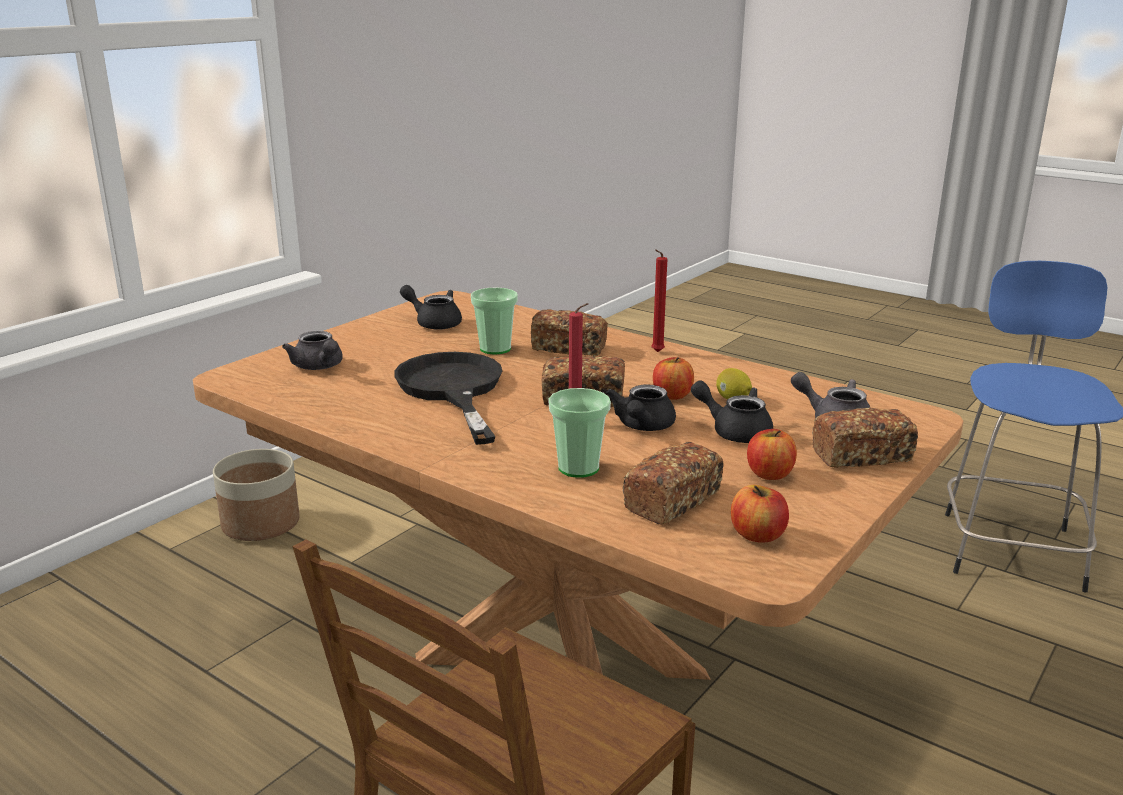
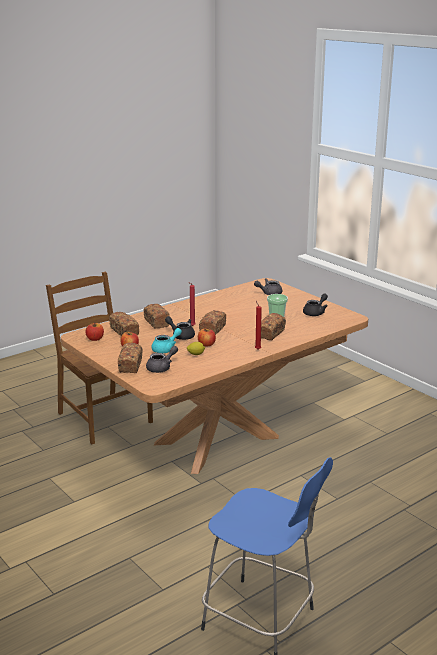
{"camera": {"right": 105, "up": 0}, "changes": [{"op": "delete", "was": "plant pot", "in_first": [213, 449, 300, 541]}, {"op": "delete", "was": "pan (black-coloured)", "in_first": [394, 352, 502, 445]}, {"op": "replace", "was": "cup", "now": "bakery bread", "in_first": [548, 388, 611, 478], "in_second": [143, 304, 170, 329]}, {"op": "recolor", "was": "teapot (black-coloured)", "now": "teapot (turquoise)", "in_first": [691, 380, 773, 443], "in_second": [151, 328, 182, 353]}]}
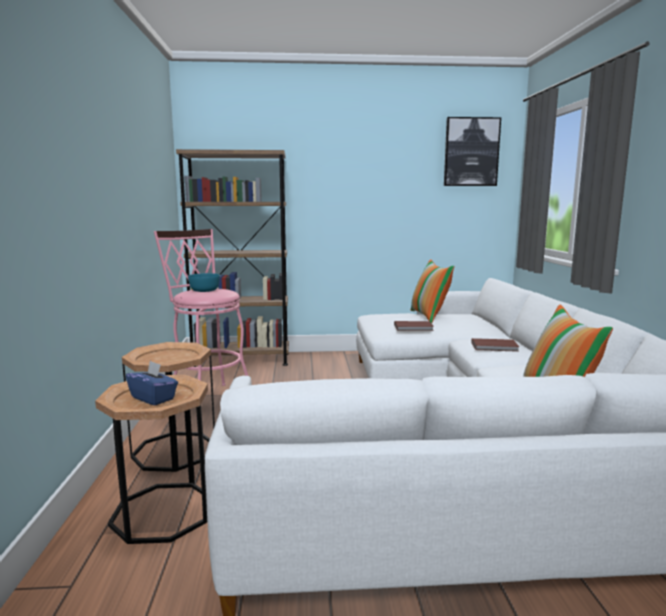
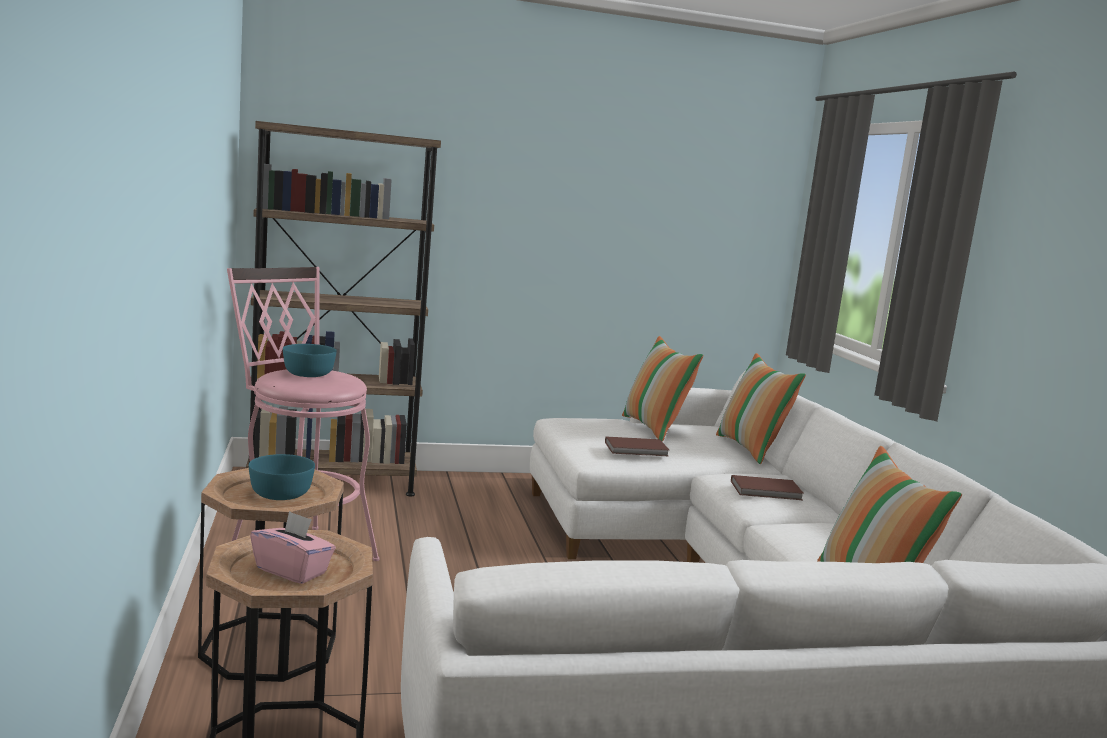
{"camera": {"right": -10, "up": 0}, "changes": [{"op": "recolor", "was": "tissue holder (blue)", "now": "tissue holder (pink-coloured)", "in_first": [126, 361, 178, 405], "in_second": [250, 511, 336, 584]}, {"op": "delete", "was": "picture", "in_first": [444, 117, 501, 186]}, {"op": "insert", "now": "bowl (turquoise)", "in_second": [249, 454, 315, 500]}, {"op": "insert", "now": "throw pillow", "in_second": [716, 353, 806, 464]}]}
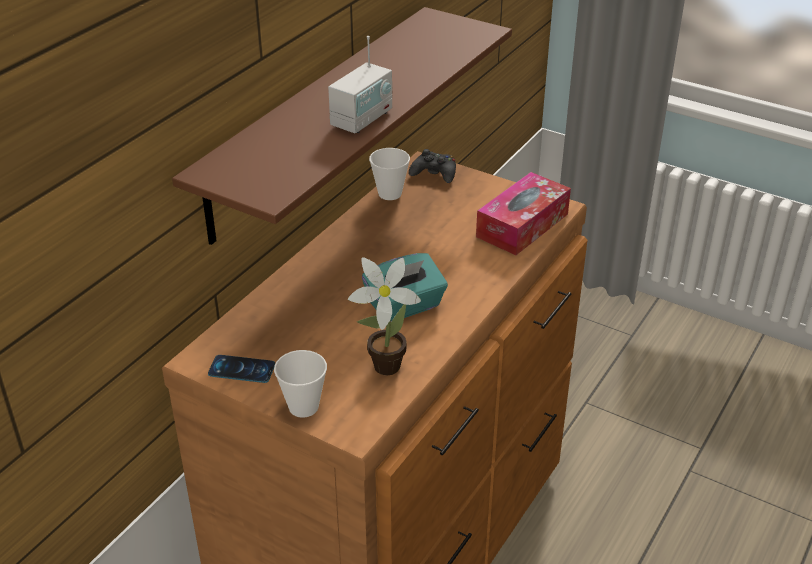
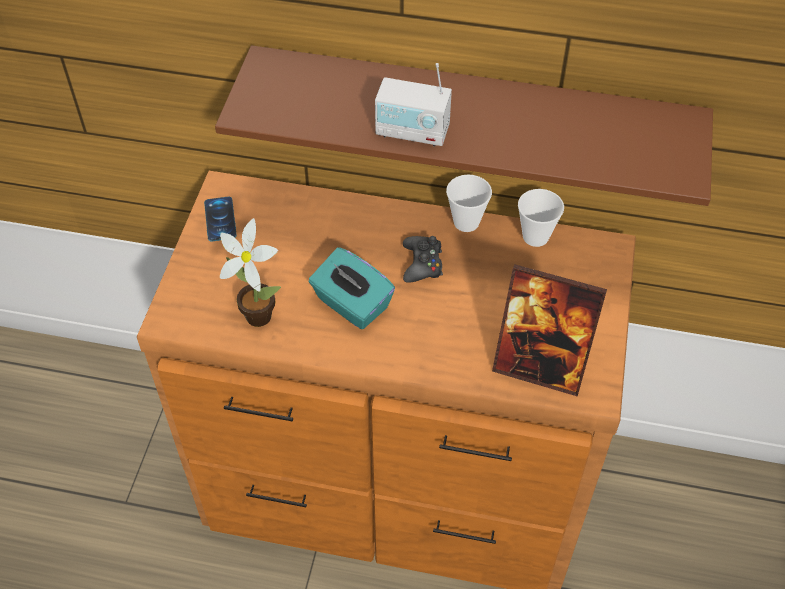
{"camera": {"right": 70, "up": 15}, "changes": [{"op": "move", "was": "cup", "in_first": [274, 350, 327, 418], "in_second": [446, 175, 492, 232]}, {"op": "move", "was": "game controller (black-coloured)", "in_first": [409, 149, 456, 183], "in_second": [403, 236, 443, 283]}, {"op": "replace", "was": "tissue holder", "now": "standing frame", "in_first": [476, 172, 571, 255], "in_second": [492, 264, 607, 396]}]}
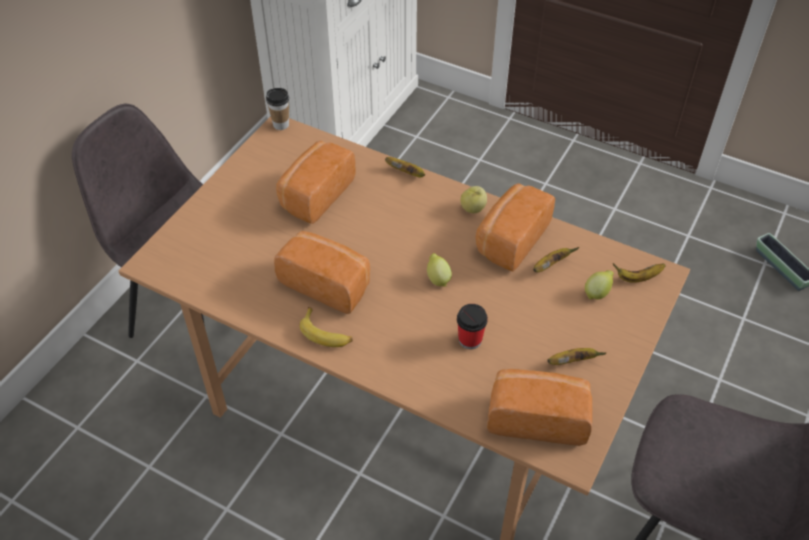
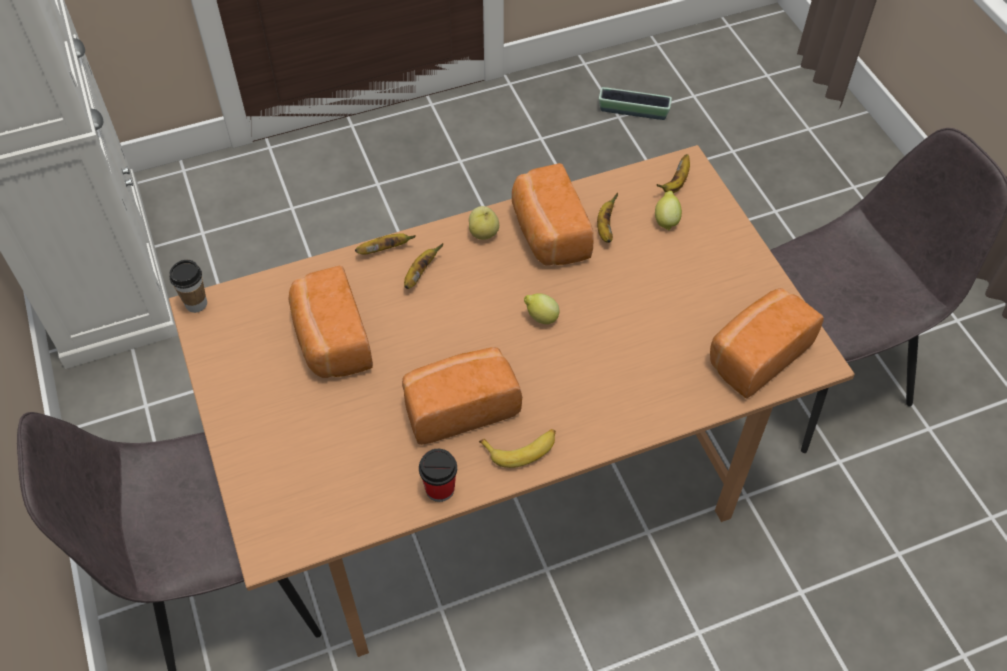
{"camera": {"right": -50, "up": 5}, "changes": [{"op": "move", "was": "cup", "in_first": [457, 304, 488, 350], "in_second": [419, 449, 457, 502]}, {"op": "move", "was": "whole banana", "in_first": [547, 348, 606, 365], "in_second": [404, 243, 444, 289]}]}
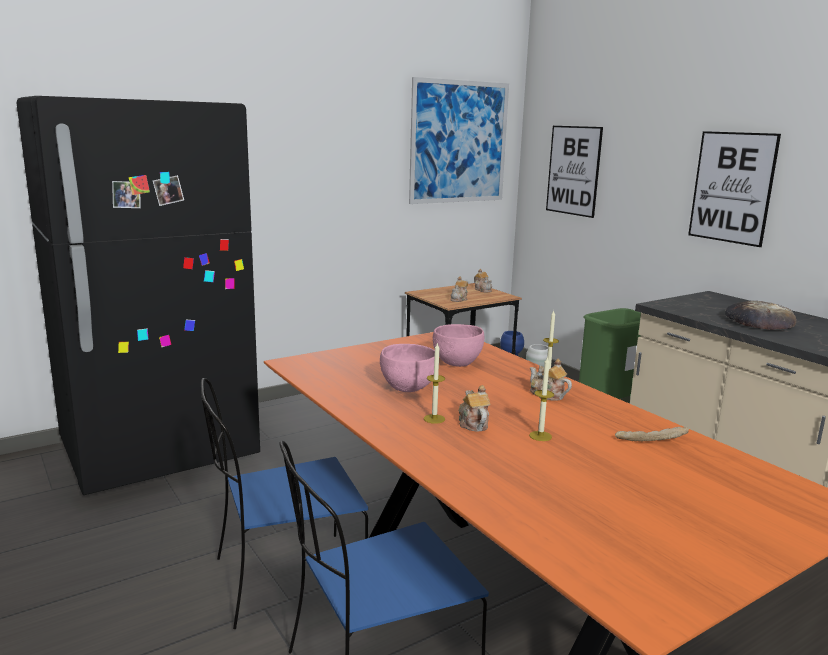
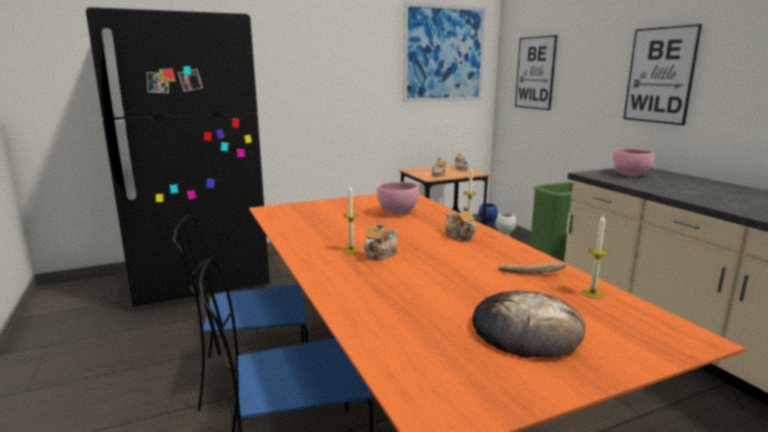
{"camera": {"right": 10, "up": 0}, "changes": [{"op": "move", "was": "bowl (pink-coloured)", "in_first": [380, 344, 435, 392], "in_second": [613, 148, 654, 176]}, {"op": "rotate", "was": "teapot", "in_first": [458, 385, 491, 431], "in_second": [364, 222, 398, 261], "clockwise": 45}, {"op": "move", "was": "candle", "in_first": [529, 356, 554, 441], "in_second": [581, 214, 609, 299]}, {"op": "move", "was": "bakery bread", "in_first": [725, 301, 797, 330], "in_second": [472, 290, 585, 358]}]}
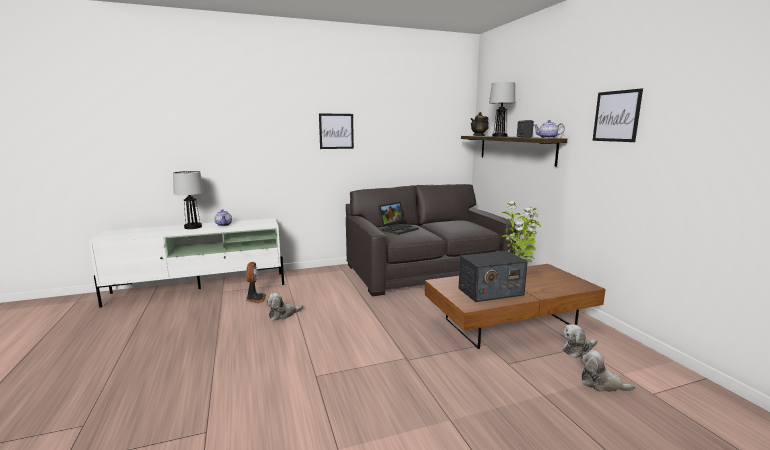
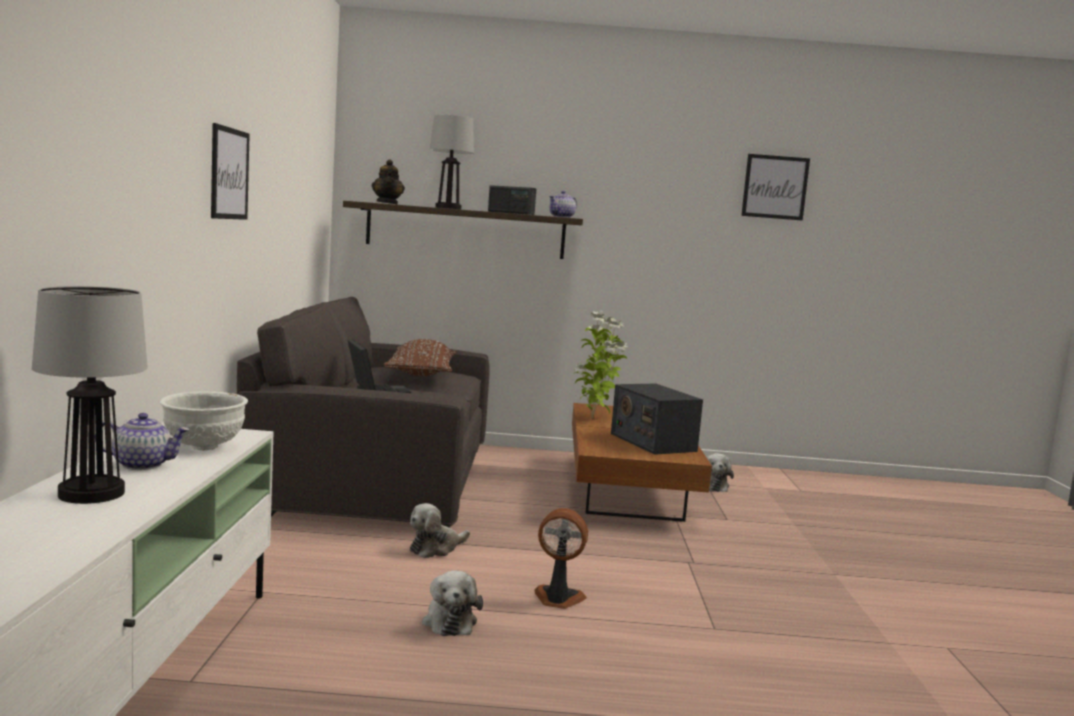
{"camera": {"right": -70, "up": -5}, "changes": [{"op": "move", "was": "fan", "in_first": [246, 262, 266, 303], "in_second": [534, 508, 588, 609]}, {"op": "rotate", "was": "radio", "in_first": [459, 251, 528, 302], "in_second": [611, 384, 703, 455], "clockwise": 150}, {"op": "move", "was": "cuddly toy", "in_first": [580, 350, 637, 392], "in_second": [410, 503, 470, 558]}, {"op": "move", "was": "picture", "in_first": [593, 88, 643, 142], "in_second": [741, 154, 810, 220]}, {"op": "insert", "now": "bowl (white-coloured)", "in_second": [160, 391, 248, 450]}, {"op": "insert", "now": "throw pillow (brown)", "in_second": [383, 339, 457, 376]}]}
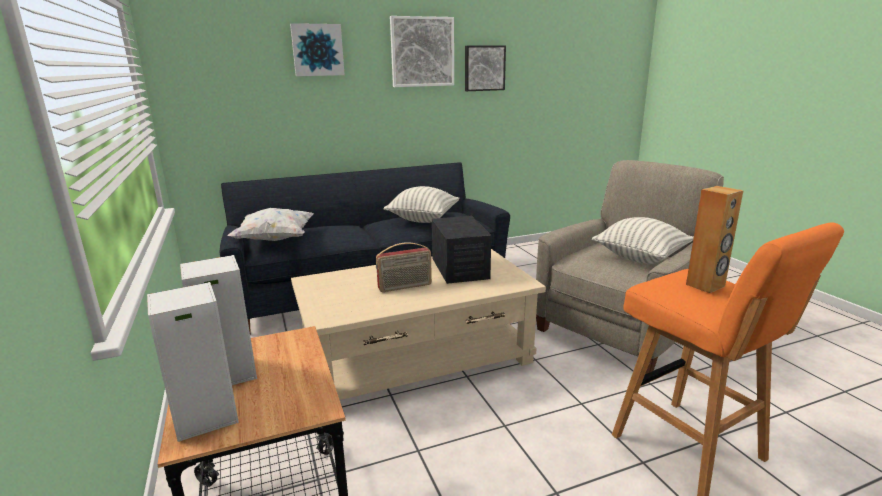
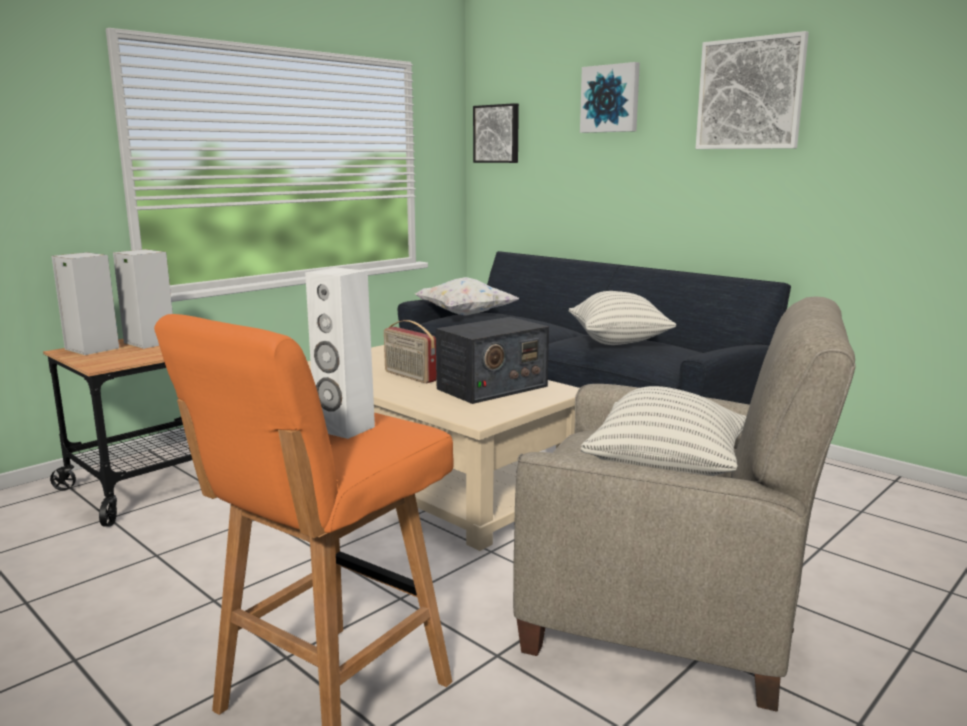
{"camera": {"right": 65, "up": -5}, "changes": [{"op": "move", "was": "picture", "in_first": [465, 46, 506, 91], "in_second": [473, 103, 519, 163]}, {"op": "recolor", "was": "speaker (brown)", "now": "speaker (white-coloured)", "in_first": [686, 186, 744, 293], "in_second": [305, 267, 375, 439]}]}
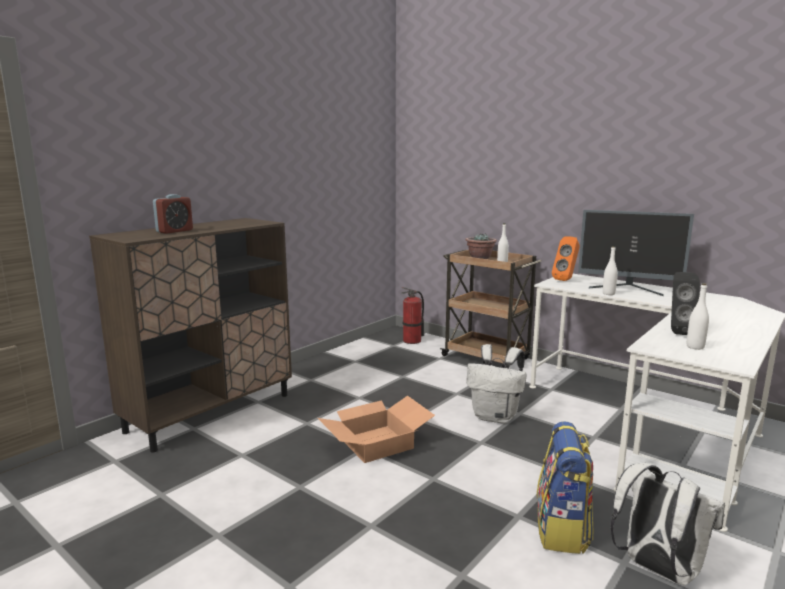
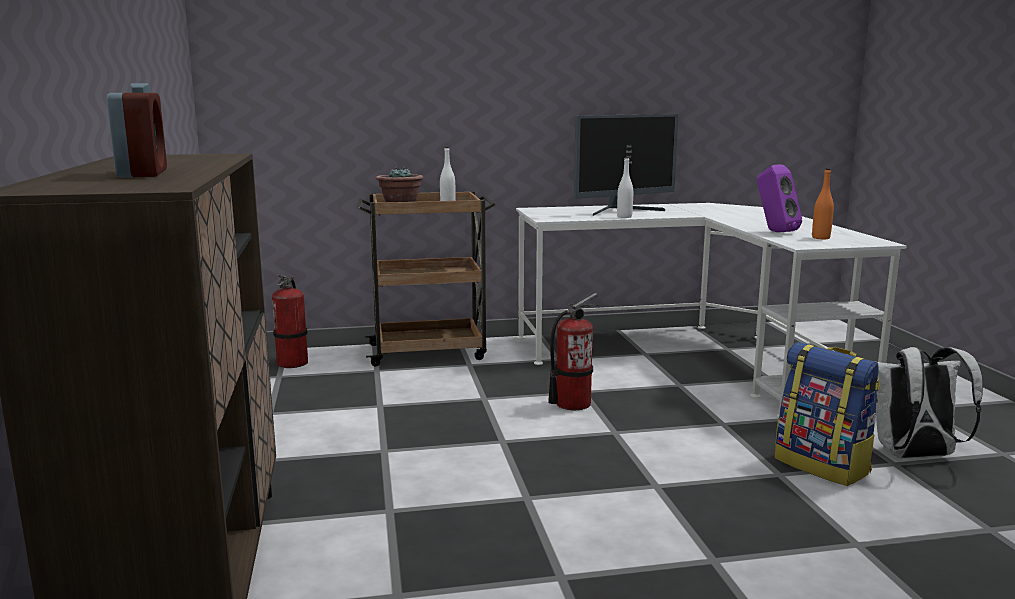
{"camera": {"right": -50, "up": 0}, "changes": [{"op": "delete", "was": "carton", "in_first": [318, 396, 435, 463]}, {"op": "replace", "was": "rucksack (white-coloured)", "now": "extinguisher", "in_first": [466, 344, 527, 424], "in_second": [548, 293, 598, 410]}, {"op": "delete", "was": "speaker (orange-coloured)", "in_first": [552, 236, 580, 281]}, {"op": "recolor", "was": "speaker (black-coloured)", "now": "speaker (purplish)", "in_first": [671, 272, 700, 335], "in_second": [757, 165, 802, 232]}, {"op": "recolor", "was": "beverage bottle (white-coloured)", "now": "beverage bottle (orange-coloured)", "in_first": [687, 283, 709, 350], "in_second": [812, 168, 834, 239]}]}
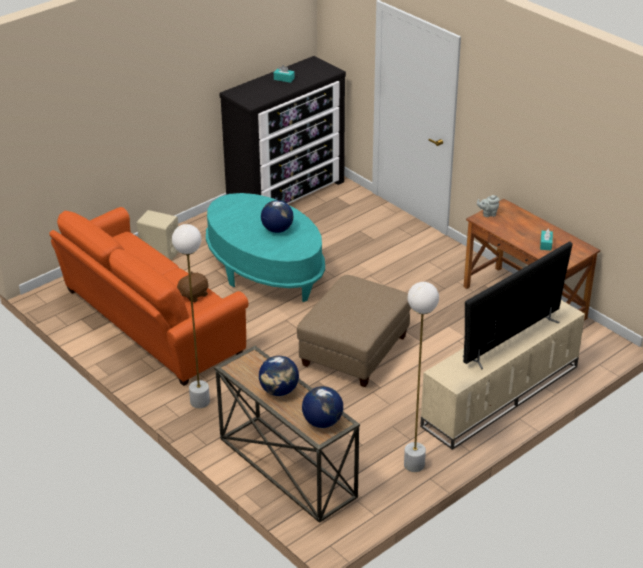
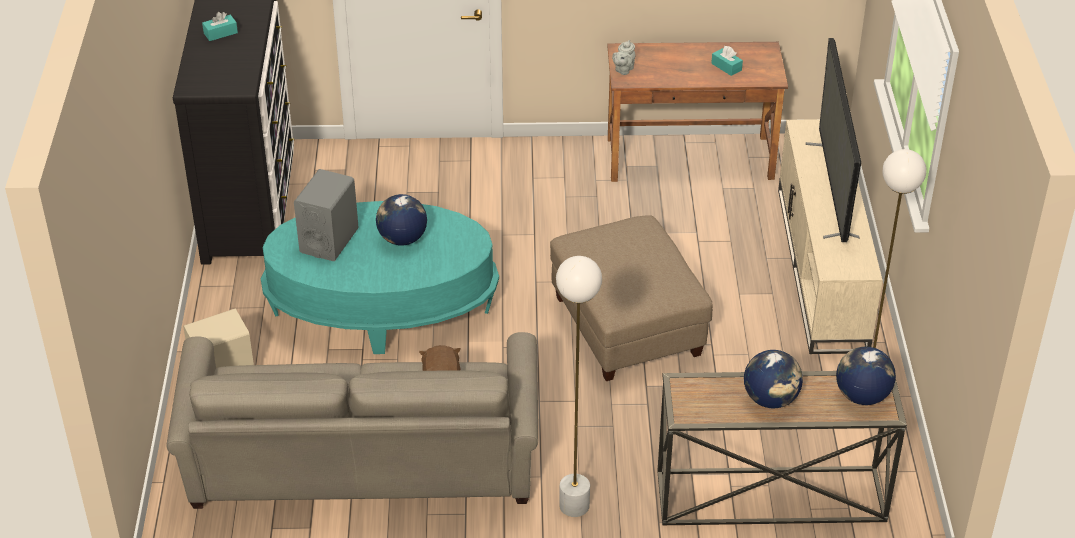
{"camera": {"right": -50, "up": 5}, "changes": [{"op": "recolor", "was": "sofa (orange-coloured)", "now": "sofa (sand-coloured)", "in_first": [50, 207, 249, 386], "in_second": [166, 332, 538, 509]}, {"op": "insert", "now": "speaker (greyish)", "in_second": [294, 169, 359, 261]}]}
